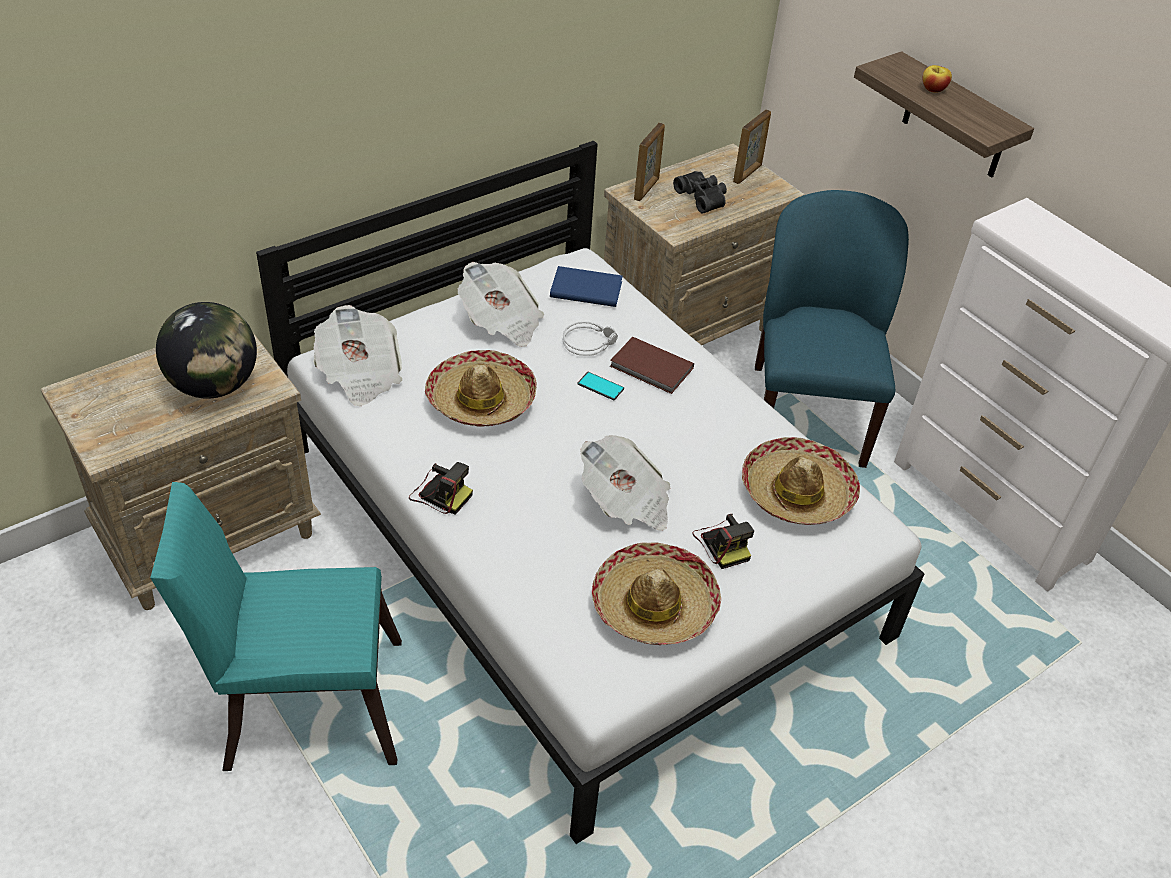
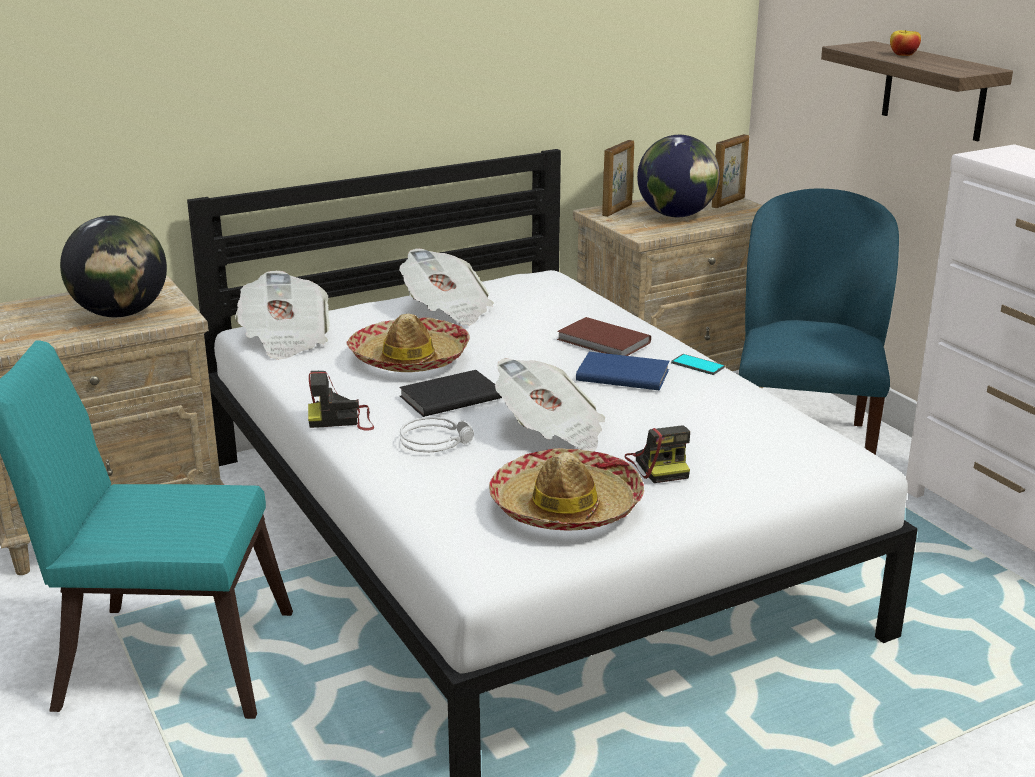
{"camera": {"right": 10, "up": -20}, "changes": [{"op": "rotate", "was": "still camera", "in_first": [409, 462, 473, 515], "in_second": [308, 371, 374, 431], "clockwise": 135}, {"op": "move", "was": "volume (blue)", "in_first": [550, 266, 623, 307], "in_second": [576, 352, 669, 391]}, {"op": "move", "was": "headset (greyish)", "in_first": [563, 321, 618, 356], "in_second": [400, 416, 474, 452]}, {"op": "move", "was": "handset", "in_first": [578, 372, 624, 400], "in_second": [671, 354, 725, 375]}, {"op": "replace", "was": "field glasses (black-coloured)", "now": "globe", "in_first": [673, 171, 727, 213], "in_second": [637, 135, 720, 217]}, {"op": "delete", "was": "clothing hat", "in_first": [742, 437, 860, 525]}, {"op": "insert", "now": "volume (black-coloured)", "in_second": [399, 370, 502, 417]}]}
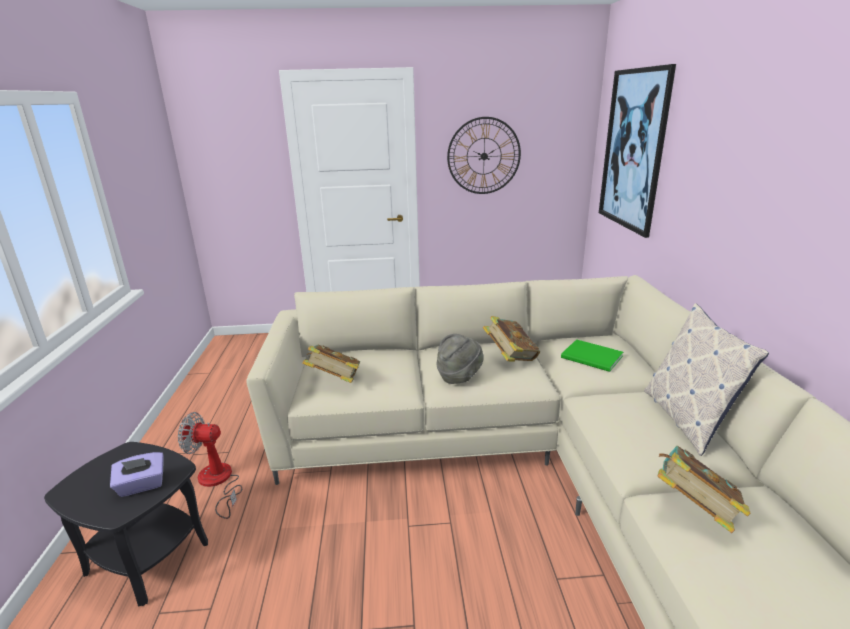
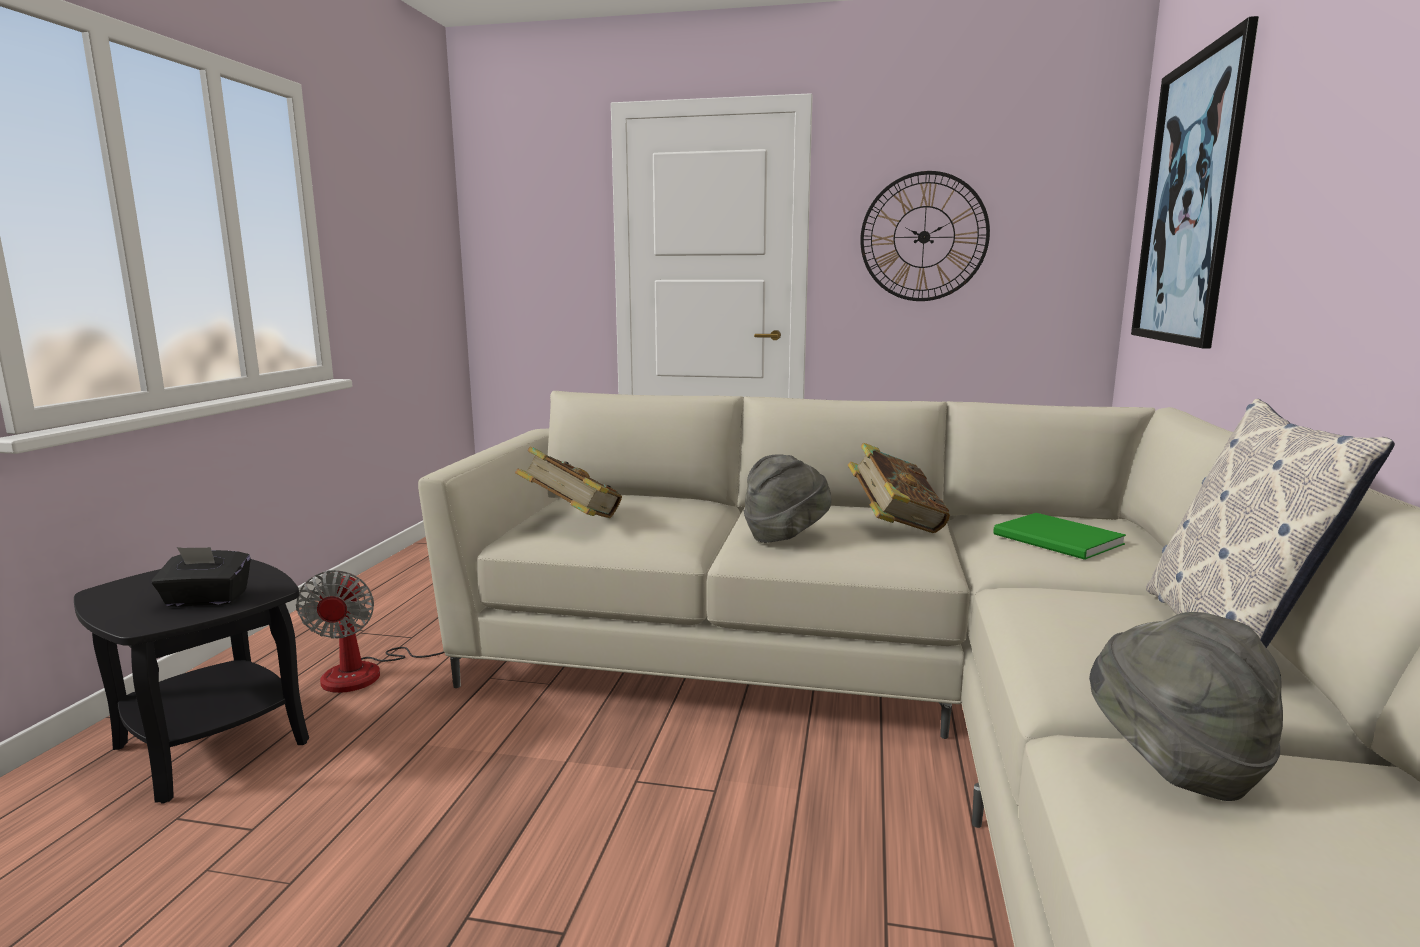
{"camera": {"right": 15, "up": -10}, "changes": [{"op": "recolor", "was": "tissue holder (purplish)", "now": "tissue holder (black-coloured)", "in_first": [110, 452, 164, 497], "in_second": [152, 547, 251, 607]}, {"op": "rotate", "was": "fan", "in_first": [178, 412, 242, 519], "in_second": [296, 570, 445, 693], "clockwise": -120}, {"op": "replace", "was": "volume", "now": "clothing hat (greyish)", "in_first": [658, 446, 751, 533], "in_second": [1089, 612, 1283, 801]}]}
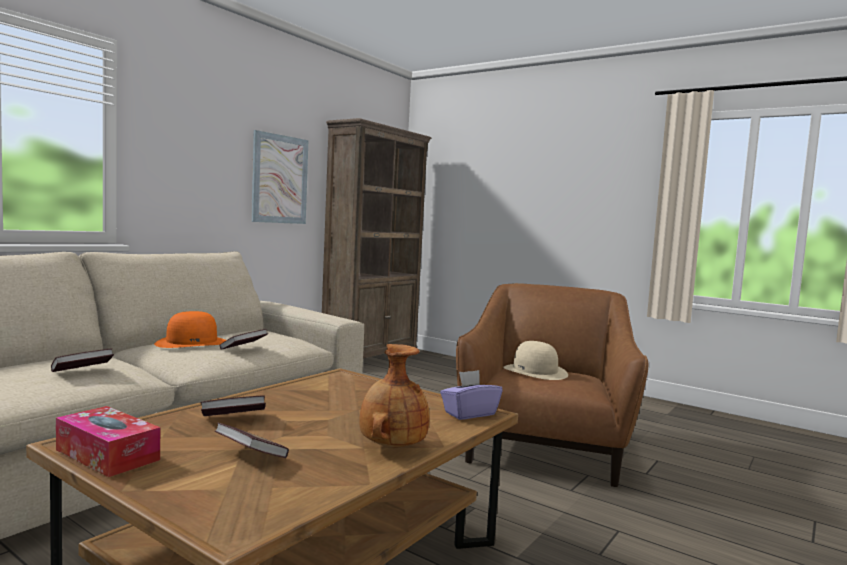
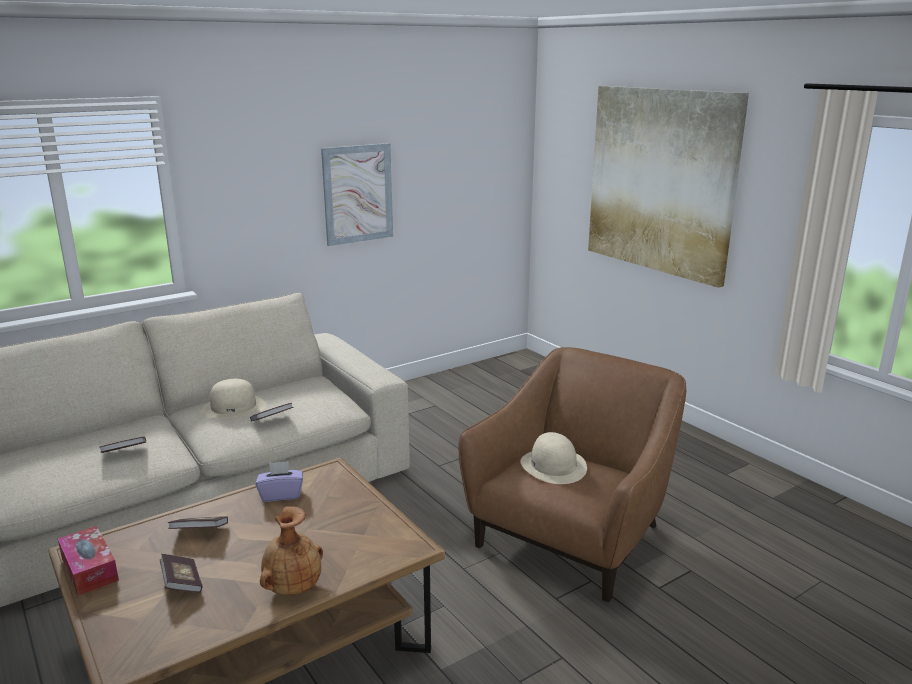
{"camera": {"right": 20, "up": 15}, "changes": [{"op": "recolor", "was": "clothing hat (orange-coloured)", "now": "clothing hat (sand-coloured)", "in_first": [154, 311, 226, 348], "in_second": [201, 379, 266, 419]}, {"op": "delete", "was": "shelving unit (brown)", "in_first": [322, 118, 432, 359]}, {"op": "move", "was": "tissue holder (purplish)", "in_first": [440, 370, 503, 420], "in_second": [256, 461, 303, 502]}, {"op": "insert", "now": "picture", "in_second": [588, 86, 749, 288]}]}
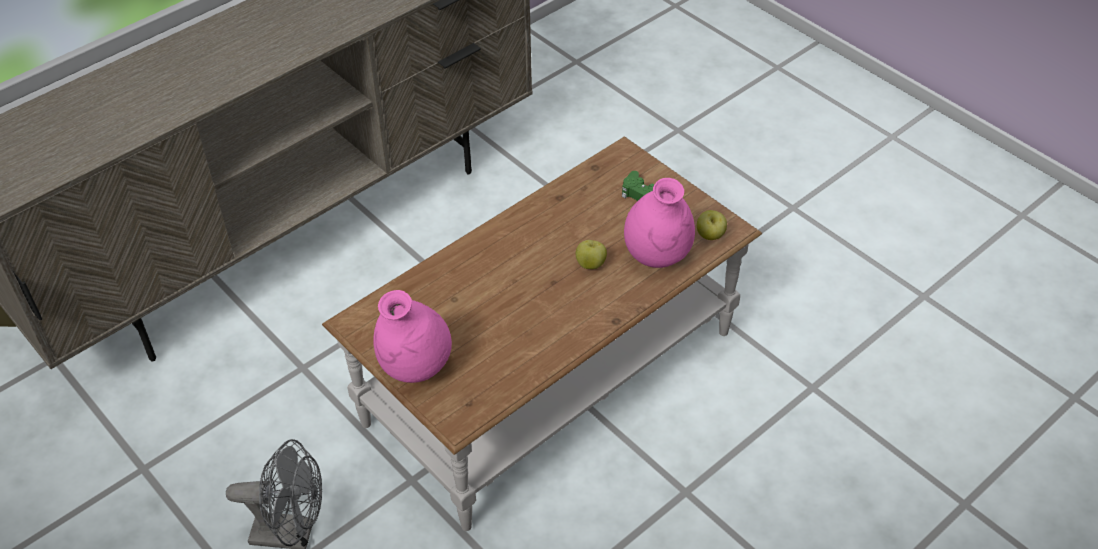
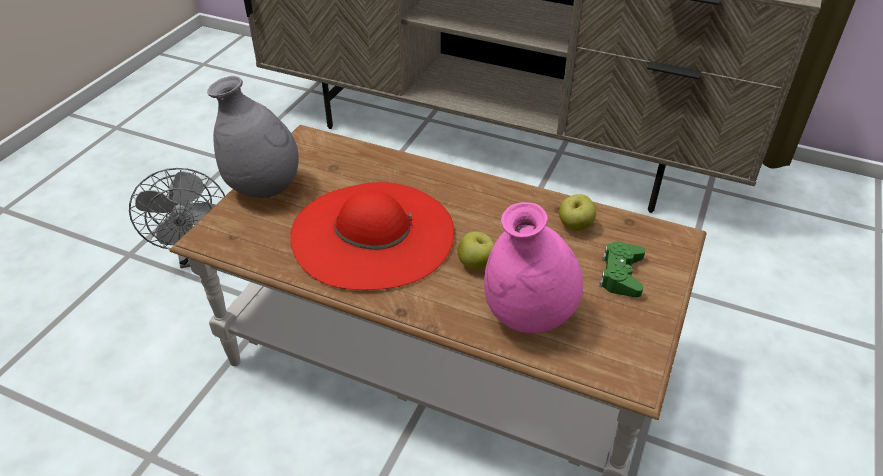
{"camera": {"right": 65, "up": -5}, "changes": [{"op": "recolor", "was": "vase (pink-coloured)", "now": "vase (greyish)", "in_first": [373, 290, 452, 383], "in_second": [207, 76, 299, 198]}, {"op": "move", "was": "apple fruit", "in_first": [697, 210, 727, 240], "in_second": [559, 194, 596, 231]}, {"op": "insert", "now": "clothing hat (red-coloured)", "in_second": [290, 182, 454, 290]}]}
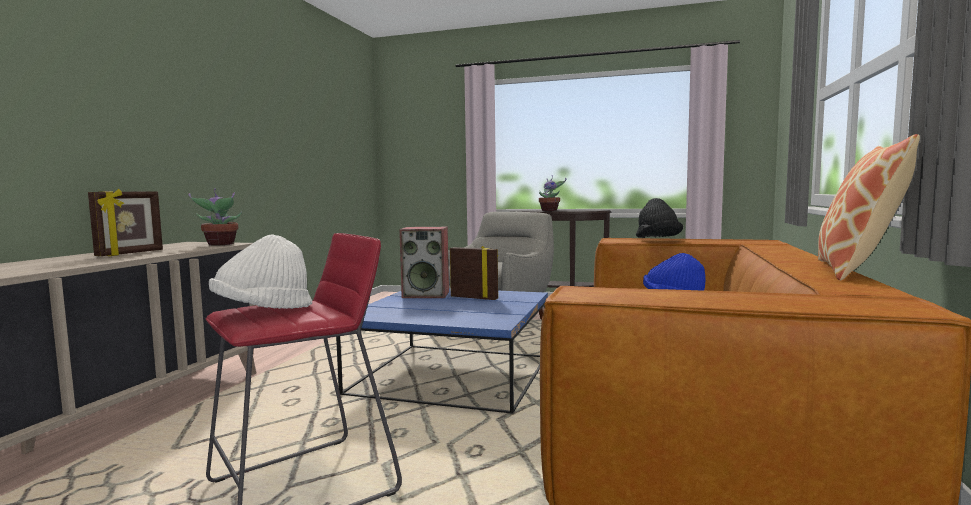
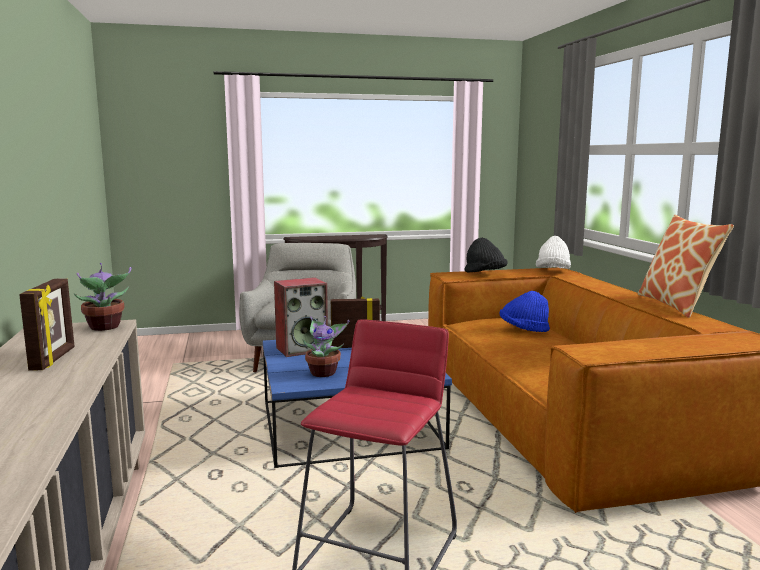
{"camera": {"right": -30, "up": 5}, "changes": [{"op": "move", "was": "clothing hat (white-coloured)", "in_first": [209, 235, 312, 309], "in_second": [536, 236, 571, 269]}, {"op": "move", "was": "houseplant", "in_first": [539, 178, 566, 211], "in_second": [302, 316, 349, 377]}]}
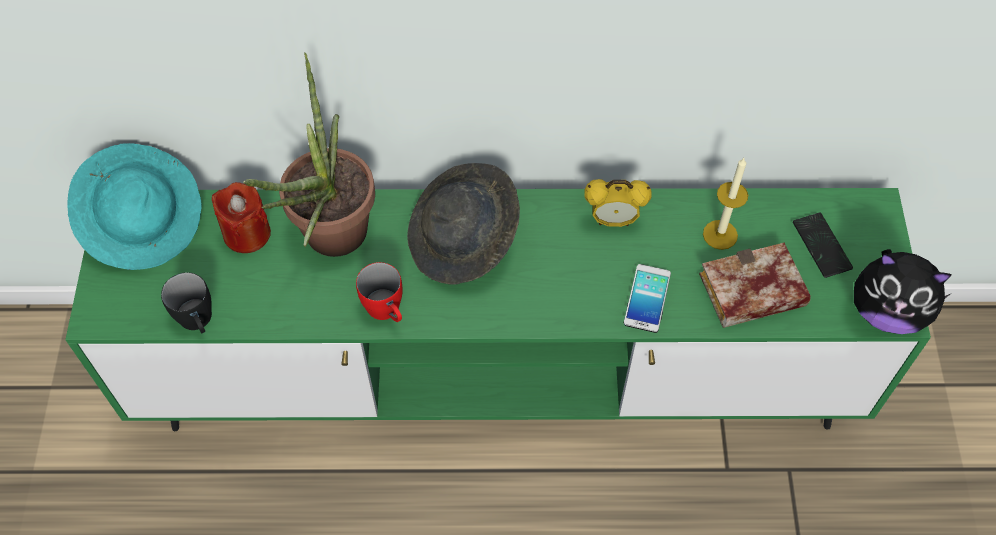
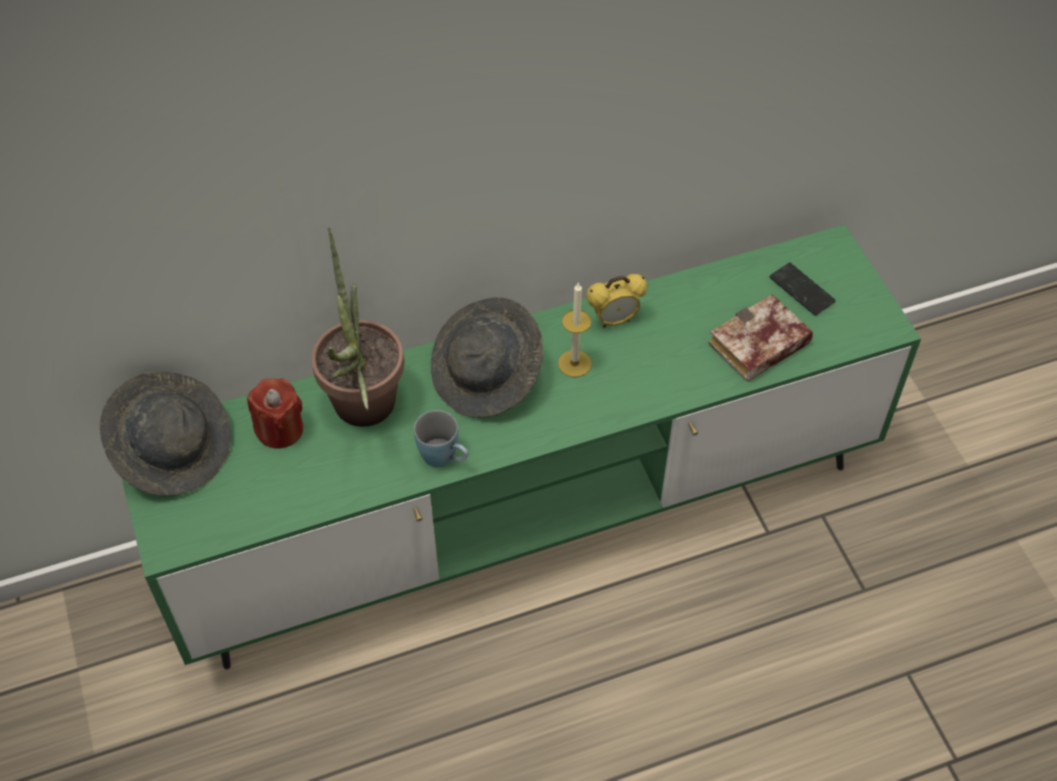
{"camera": {"right": -20, "up": -5}, "changes": [{"op": "recolor", "was": "clothing hat (turquoise)", "now": "clothing hat (greyish)", "in_first": [67, 143, 201, 270], "in_second": [100, 372, 231, 496]}, {"op": "delete", "was": "tea mug (black-coloured)", "in_first": [161, 272, 212, 333]}, {"op": "recolor", "was": "tea mug (red-coloured)", "now": "tea mug (blue)", "in_first": [356, 262, 403, 322], "in_second": [414, 410, 468, 467]}, {"op": "delete", "was": "handset", "in_first": [624, 264, 671, 333]}, {"op": "move", "was": "candle", "in_first": [703, 158, 748, 250], "in_second": [558, 282, 592, 377]}, {"op": "delete", "was": "cuddly toy", "in_first": [854, 249, 952, 334]}]}
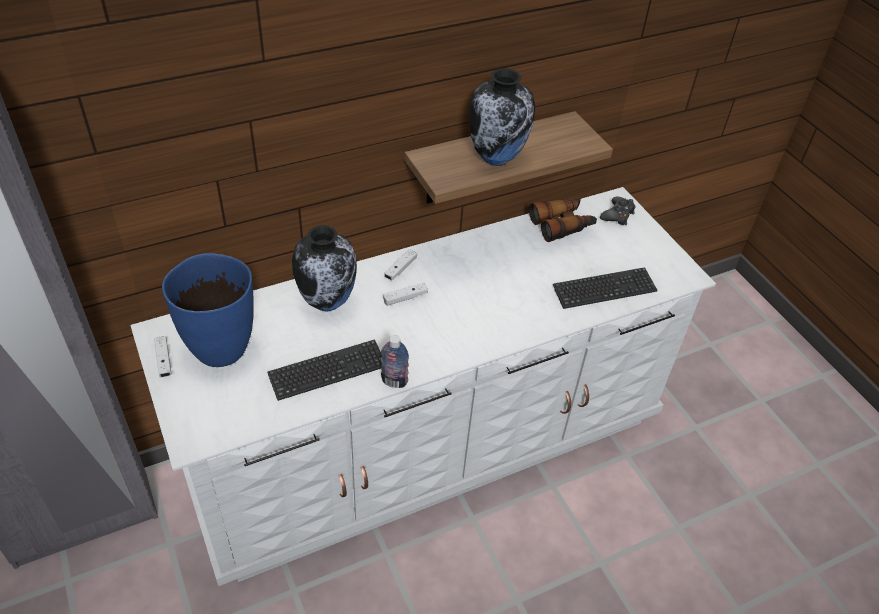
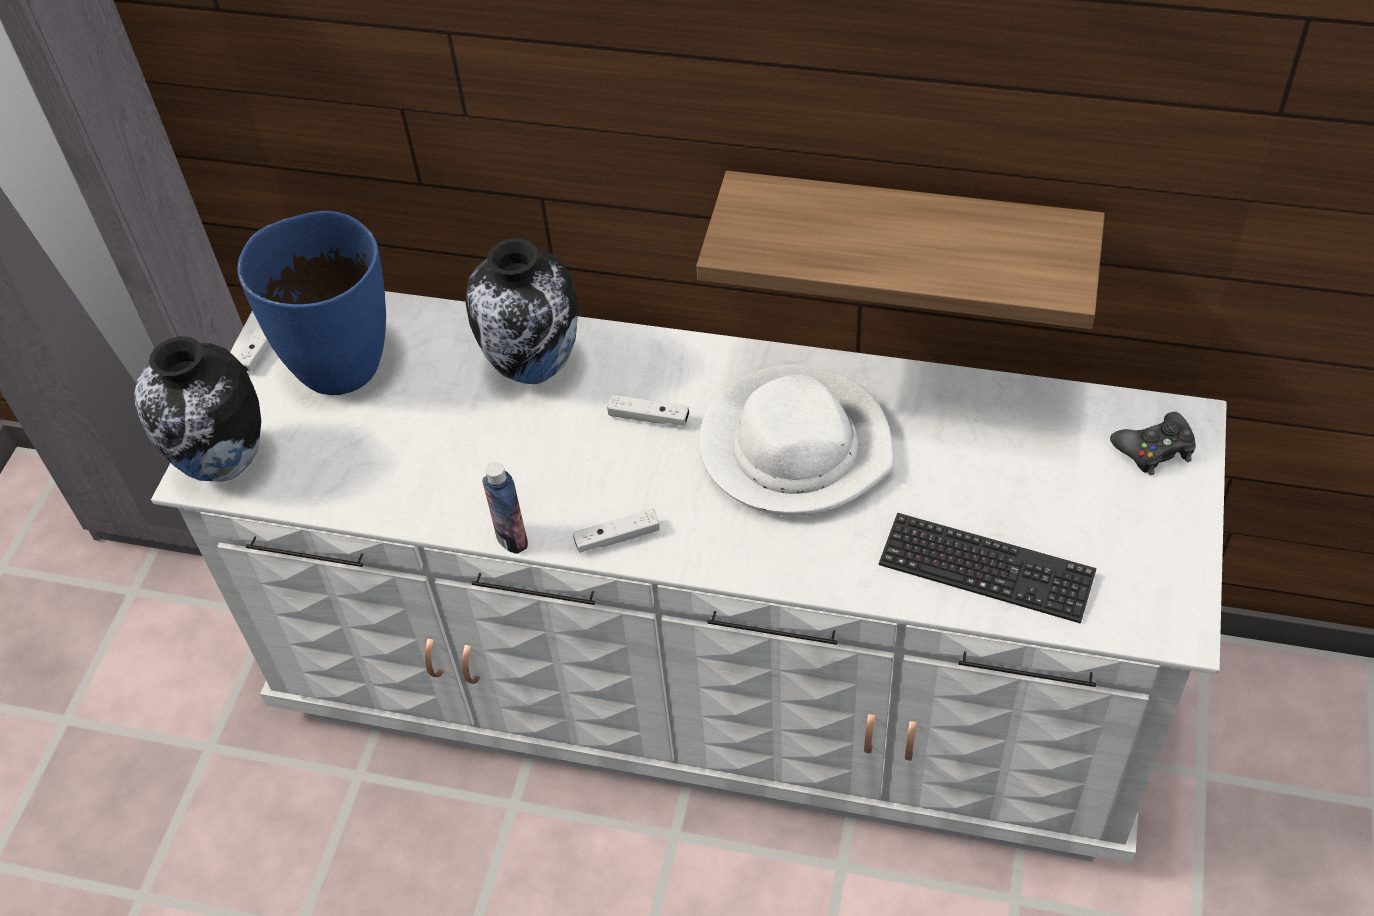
{"camera": {"right": 45, "up": 5}, "changes": [{"op": "delete", "was": "PC keyboard", "in_first": [267, 339, 382, 401]}, {"op": "move", "was": "game controller (white-coloured)", "in_first": [384, 249, 417, 280], "in_second": [573, 509, 660, 553]}, {"op": "move", "was": "vase", "in_first": [469, 68, 535, 166], "in_second": [135, 336, 261, 481]}, {"op": "delete", "was": "field glasses", "in_first": [529, 198, 597, 242]}, {"op": "insert", "now": "clothing hat (white-coloured)", "in_second": [699, 364, 894, 516]}]}
